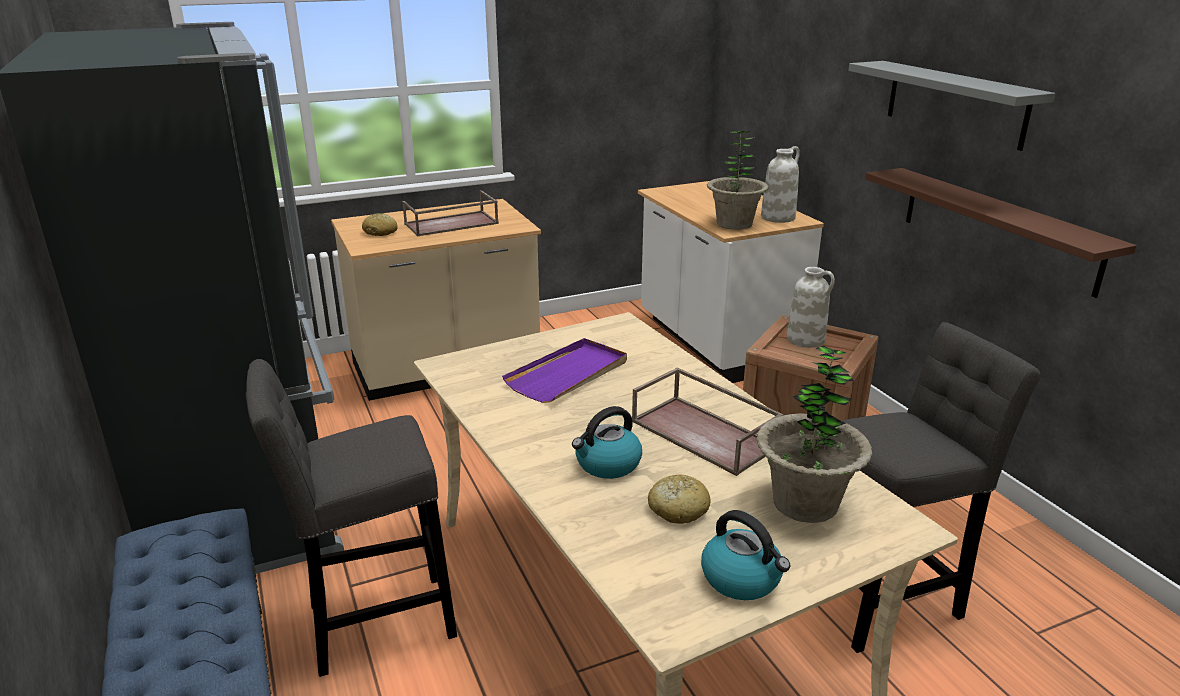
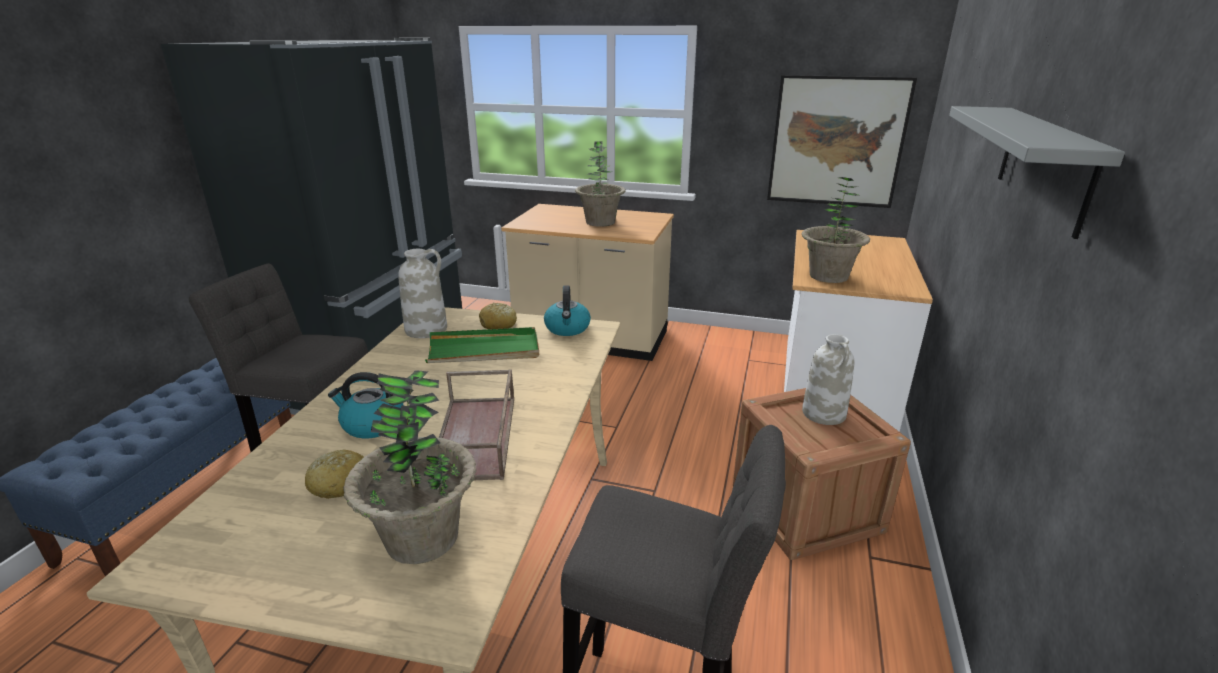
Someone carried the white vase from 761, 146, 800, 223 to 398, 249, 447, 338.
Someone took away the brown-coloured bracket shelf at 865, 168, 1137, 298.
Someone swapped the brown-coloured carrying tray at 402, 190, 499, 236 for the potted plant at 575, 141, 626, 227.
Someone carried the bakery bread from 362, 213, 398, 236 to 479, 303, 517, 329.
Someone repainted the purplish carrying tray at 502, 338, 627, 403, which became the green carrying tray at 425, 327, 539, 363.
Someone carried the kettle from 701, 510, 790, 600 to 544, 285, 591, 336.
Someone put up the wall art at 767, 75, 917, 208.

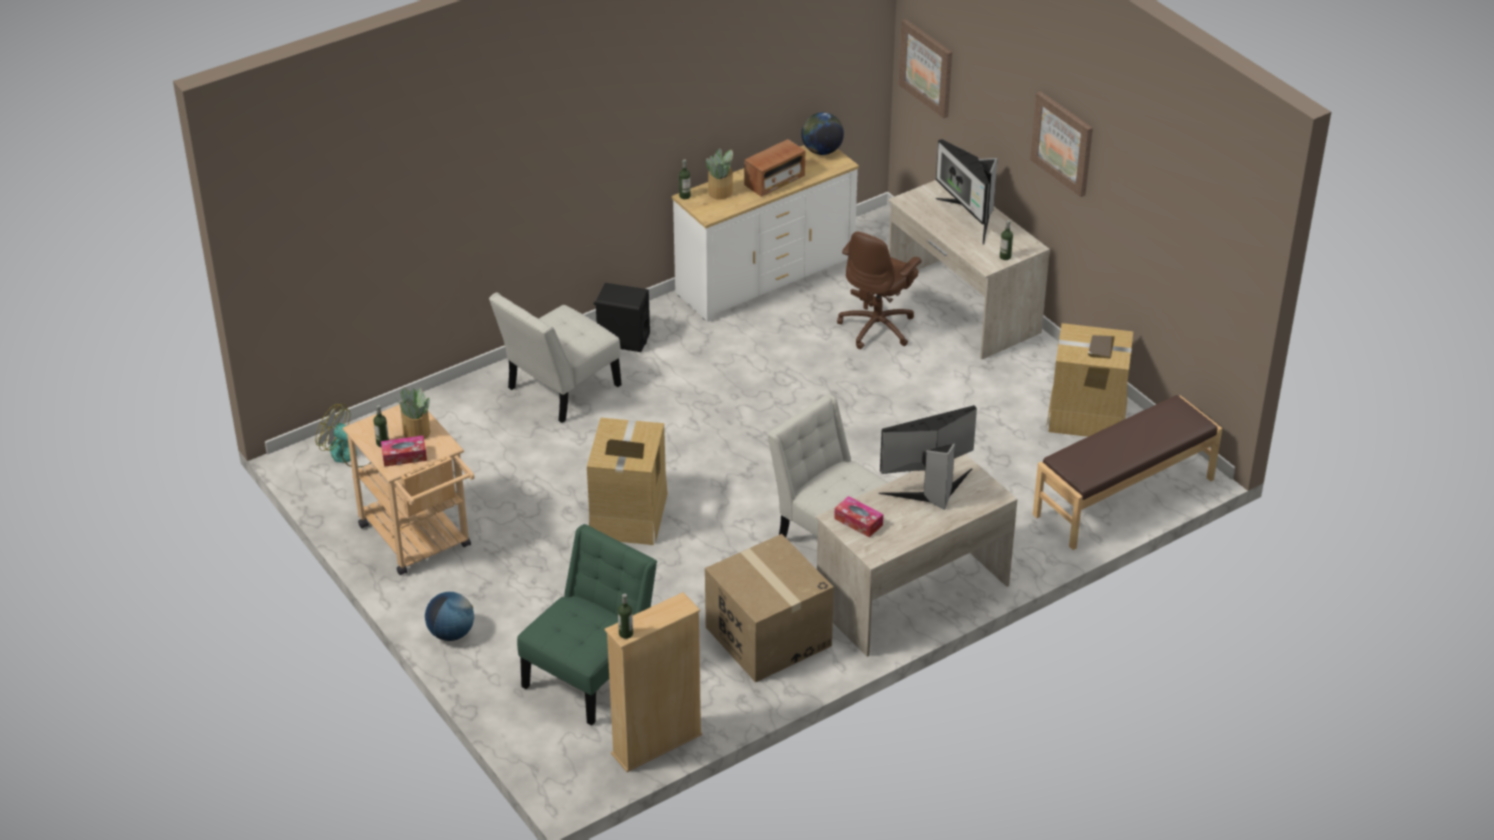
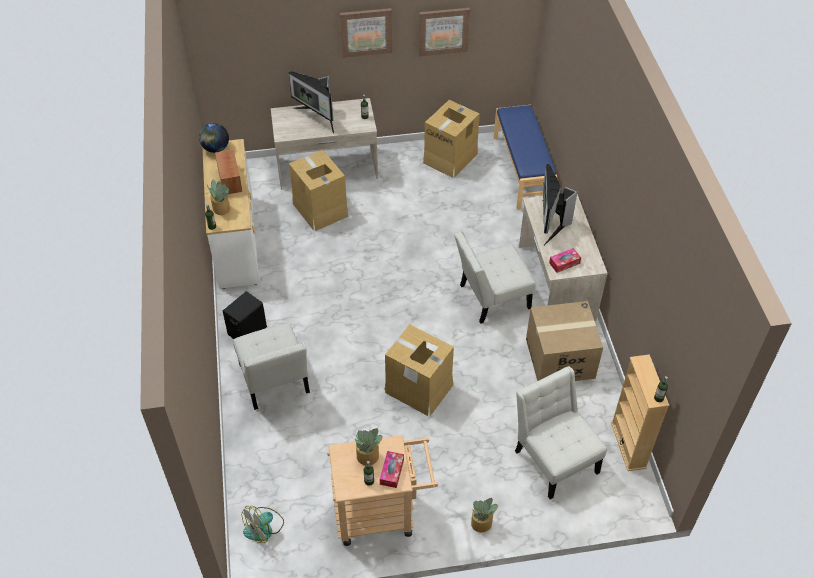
Someone carried the wall art from 899, 19, 952, 118 to 419, 8, 470, 57.
Someone rotated the monitor at 936, 139, 997, 245 by 45 degrees clockwise.
Someone swapped the brown-coloured desk chair at 837, 231, 922, 349 for the cardboard box at 289, 150, 348, 231.
Someone repainted the brown-coloured indoor bench at 1033, 395, 1222, 550, which became the bluish indoor bench at 494, 105, 557, 210.
Someone repainted the green upright chair at 517, 524, 657, 726, which became the white upright chair at 515, 366, 607, 499.
Someone swapped the globe at 425, 592, 474, 641 for the potted plant at 471, 498, 498, 533.

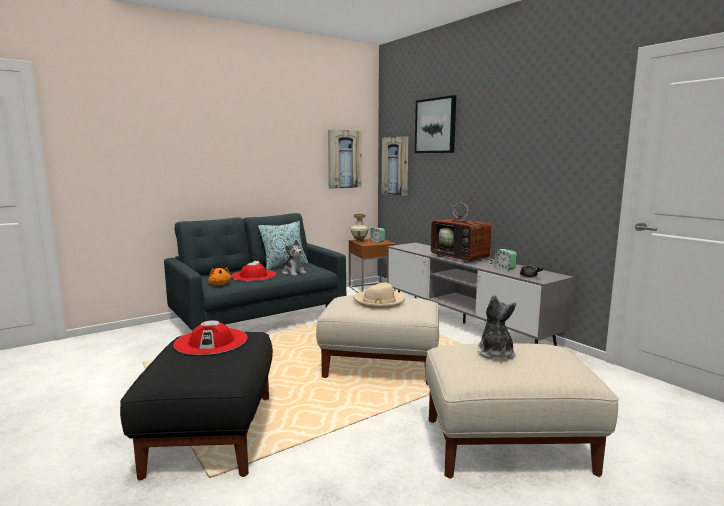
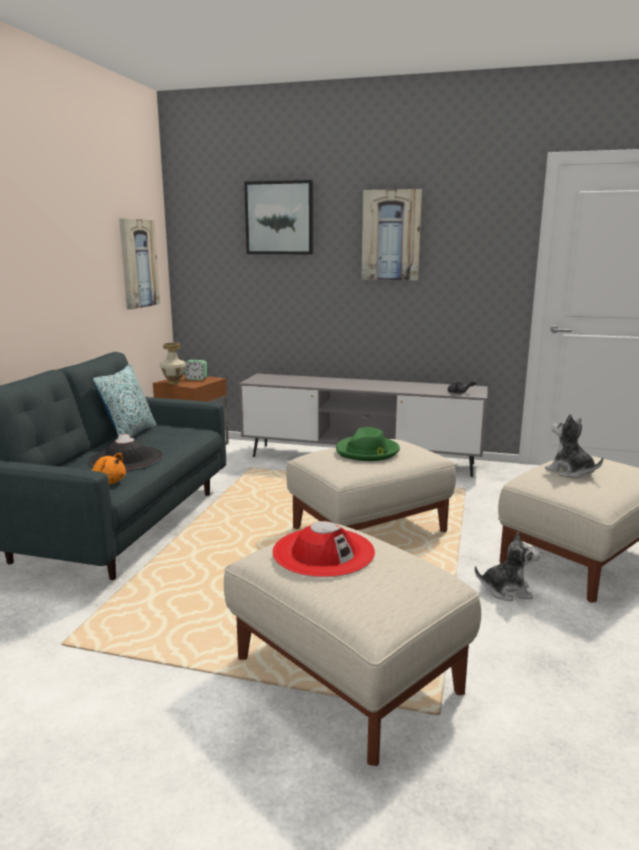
Someone carried the wall art from 382, 136, 408, 196 to 362, 189, 422, 280.
Someone took away the TV set at 431, 189, 493, 264.
Someone carried the plush toy from 282, 240, 306, 276 to 475, 532, 541, 601.
Someone took away the bedside clock at 494, 249, 517, 270.
Someone repainted the red-coloured hat at 230, 261, 276, 281, which became the blackish hat at 89, 434, 163, 470.
Someone repainted the beige hat at 353, 283, 405, 309, which became the green hat at 336, 427, 400, 461.
Someone repainted the blackish pouffe at 120, 332, 273, 481, which became the beige pouffe at 224, 524, 481, 766.

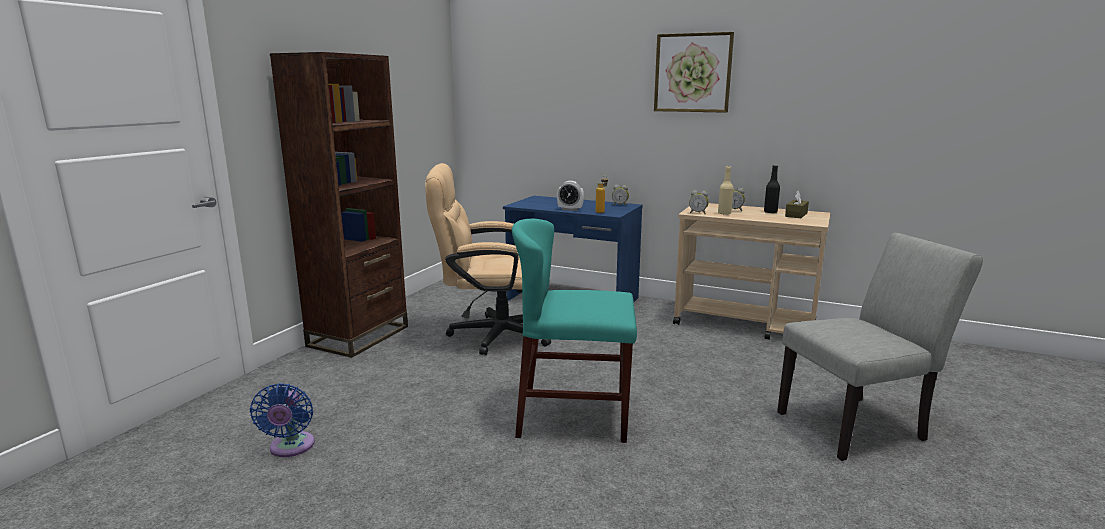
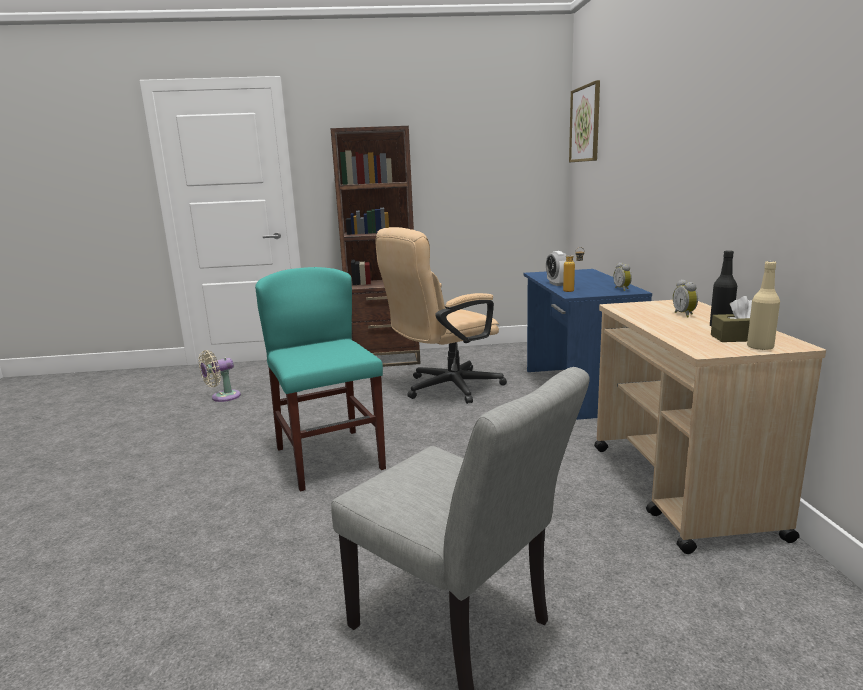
Someone carried the wall art from 654, 32, 734, 113 to 569, 80, 600, 162.
Someone rotated the beige desk chair at 425, 163, 551, 355 by 90 degrees counterclockwise.
Someone carried the beige bottle from 718, 166, 733, 215 to 747, 261, 780, 350.
Someone took away the bedside clock at 689, 190, 709, 214.
Someone repainted the bluish cooling fan at 250, 383, 315, 457, which became the beige cooling fan at 199, 350, 241, 402.

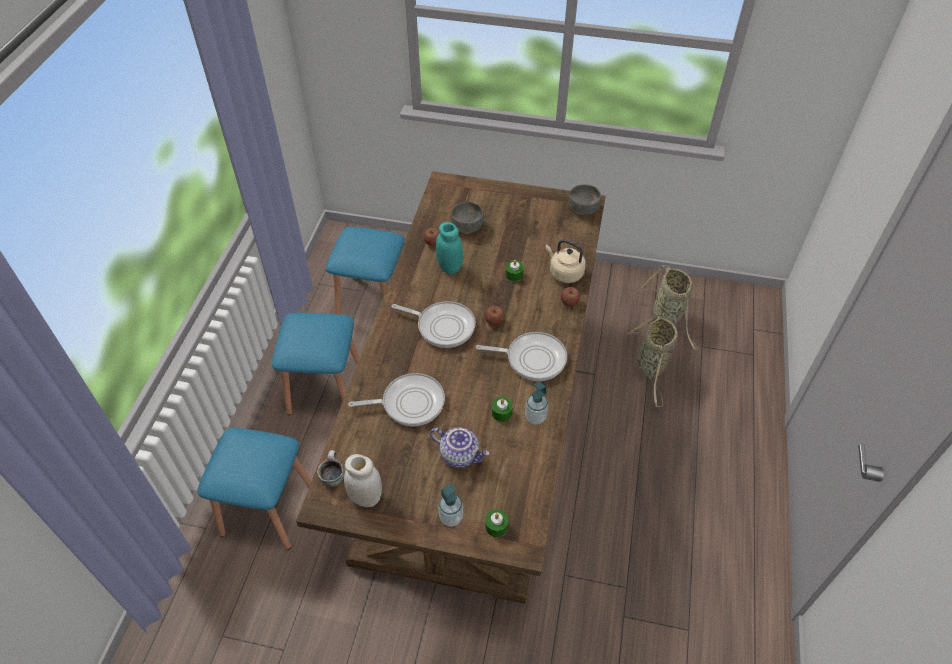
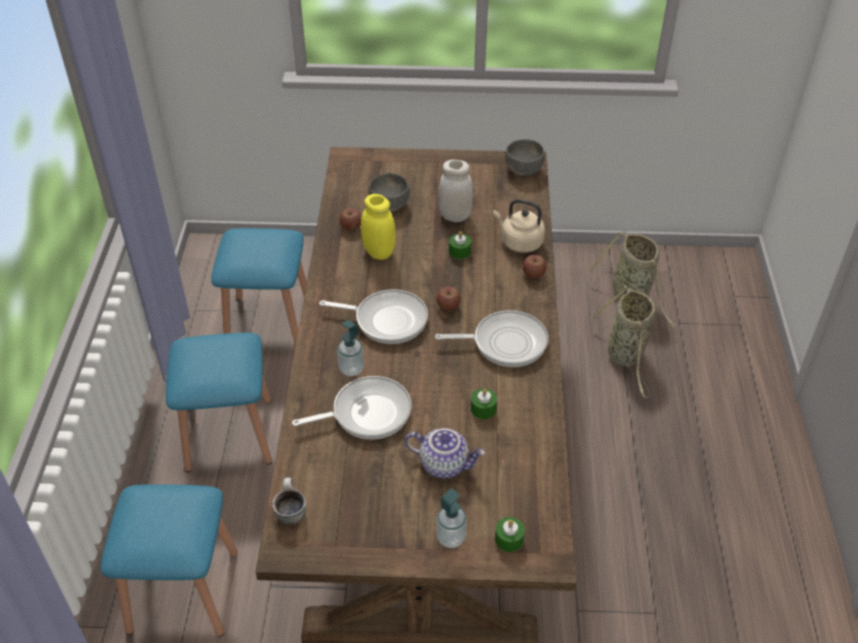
Someone repainted the blue-green storage jar at 436, 222, 463, 274, which became the yellow-coloured storage jar at 361, 194, 396, 260.
Someone carried the liquid soap bottle from 525, 381, 548, 424 to 337, 320, 364, 376.
Someone carried the white storage jar from 344, 454, 382, 507 to 438, 159, 473, 222.

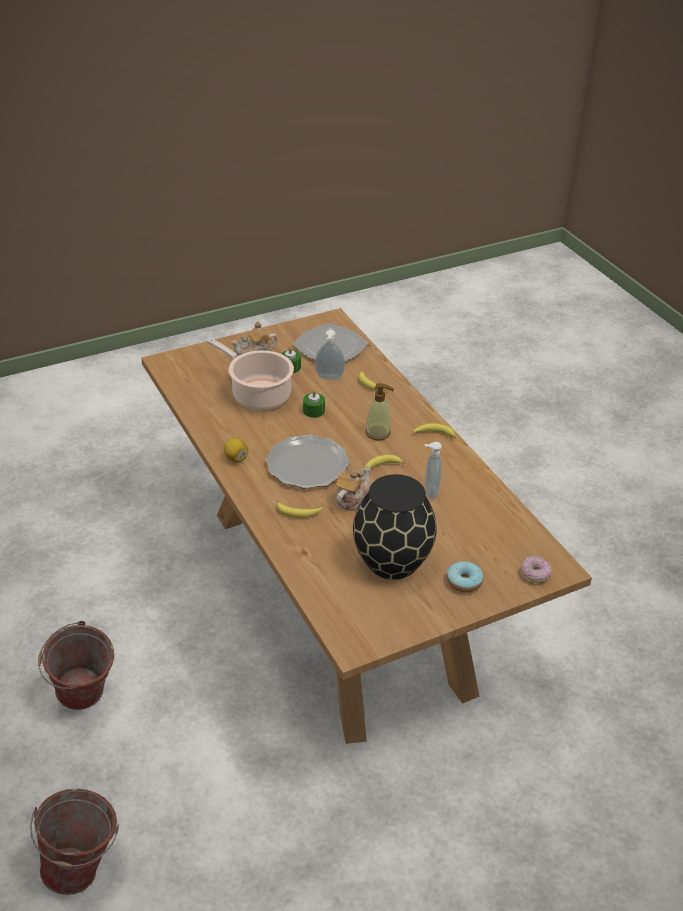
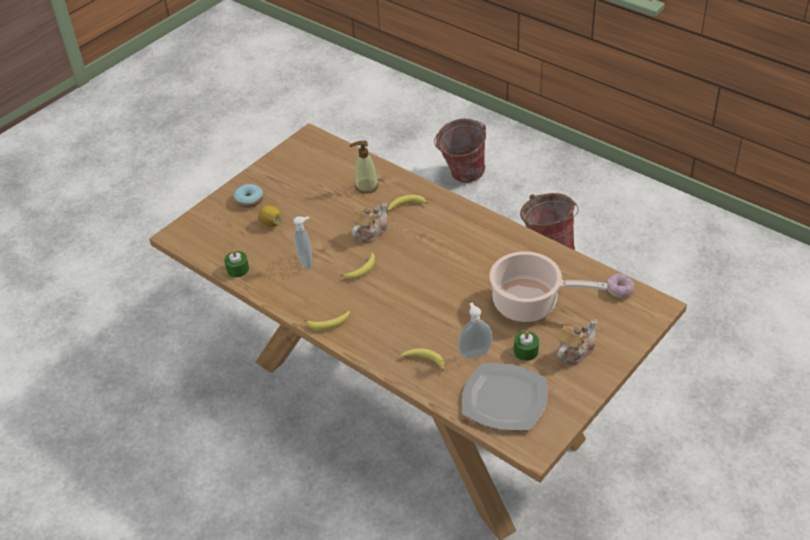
Someone carried the liquid soap bottle from 365, 383, 394, 441 to 350, 141, 378, 194.
Someone carried the green candle from 303, 390, 325, 418 to 224, 250, 249, 277.
Someone took away the plate at 266, 434, 350, 489.
Someone carried the citrus fruit from 224, 438, 248, 462 to 258, 205, 282, 227.
Someone rotated the pot for tea at 336, 466, 371, 511 by 150 degrees counterclockwise.
Someone took away the blackish vase at 353, 474, 437, 580.
Someone carried the ring doughnut from 520, 556, 552, 583 to 606, 273, 635, 298.

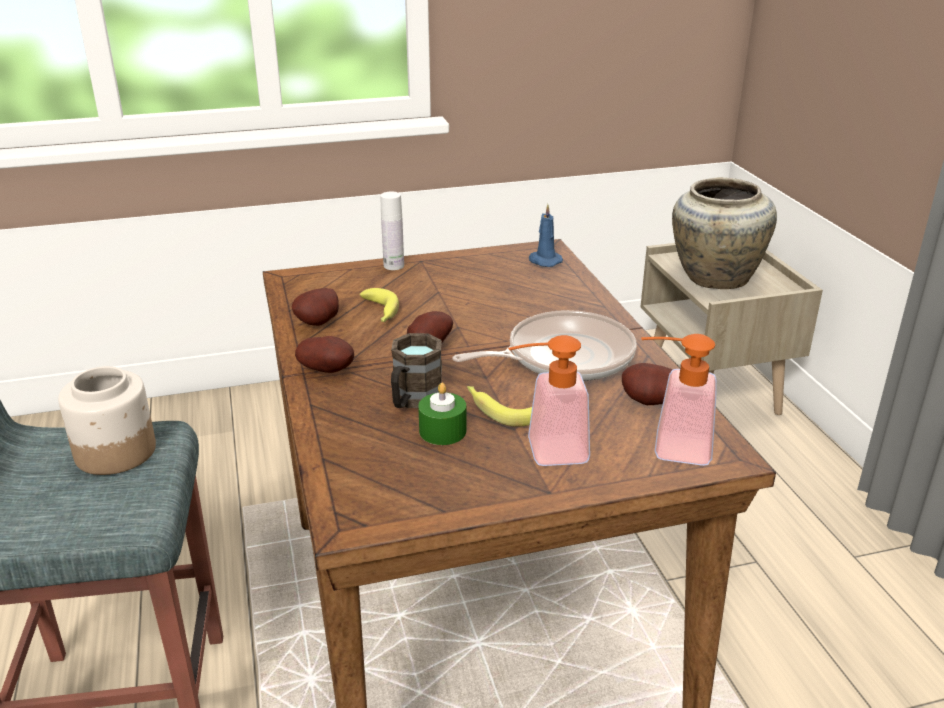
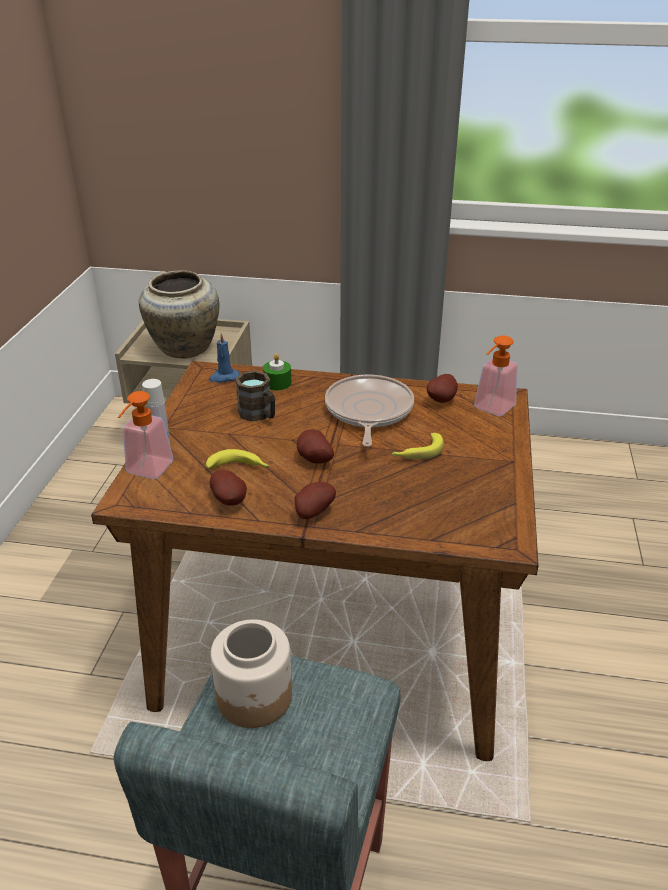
Someone carried the brown-coloured mug from 391, 333, 442, 408 to 235, 371, 275, 422.
Someone carried the liquid soap bottle from 508, 335, 590, 466 to 118, 391, 173, 479.
Someone carried the green candle from 418, 383, 466, 445 to 263, 353, 292, 391.

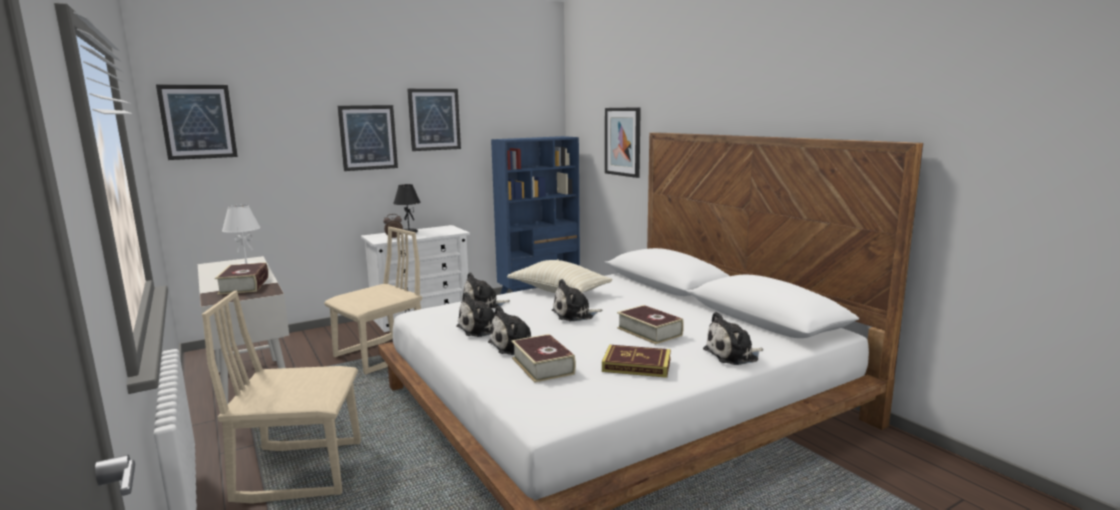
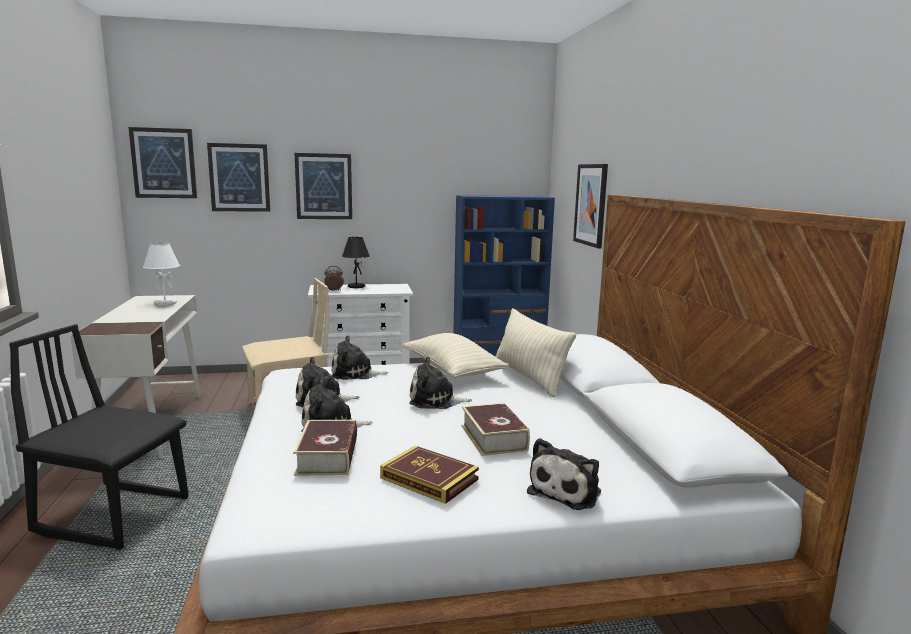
Someone carried the wall art from 407, 89, 461, 151 to 207, 143, 270, 212.
Someone took away the volume at 215, 262, 268, 295.
Someone repainted the beige upright chair at 202, 291, 361, 504, which became the blackish upright chair at 9, 324, 189, 550.
Someone rotated the plush toy at 703, 312, 763, 365 by 60 degrees counterclockwise.
Someone put down the beige pillow at 495, 308, 576, 397.

